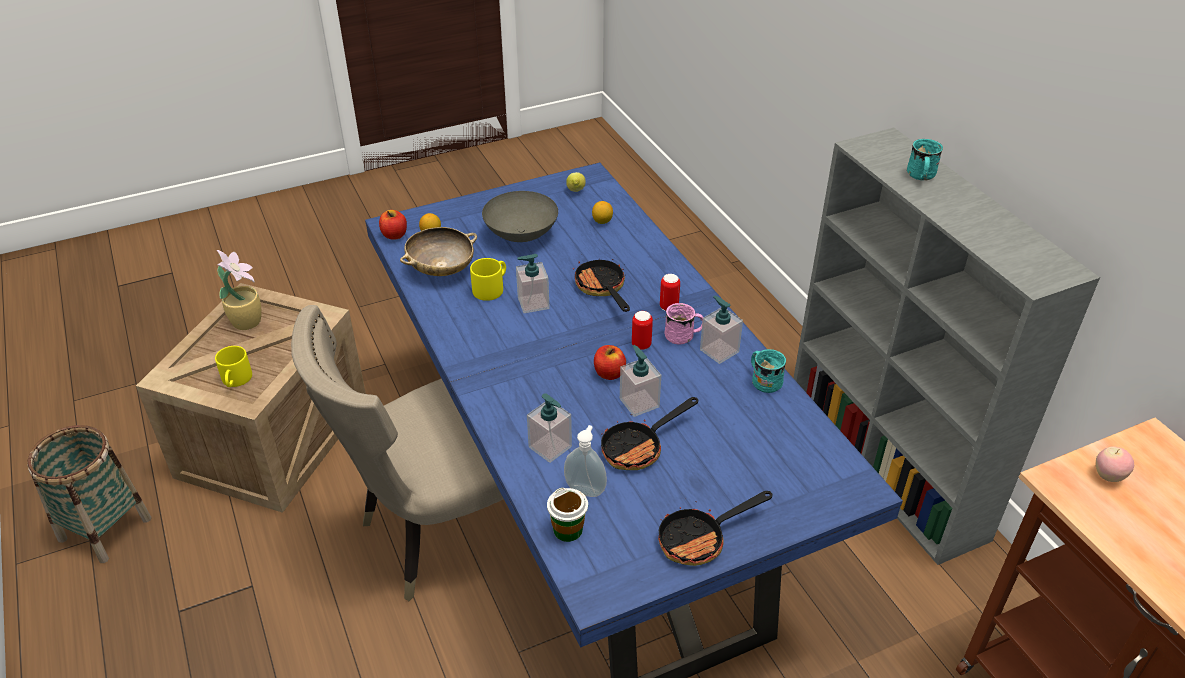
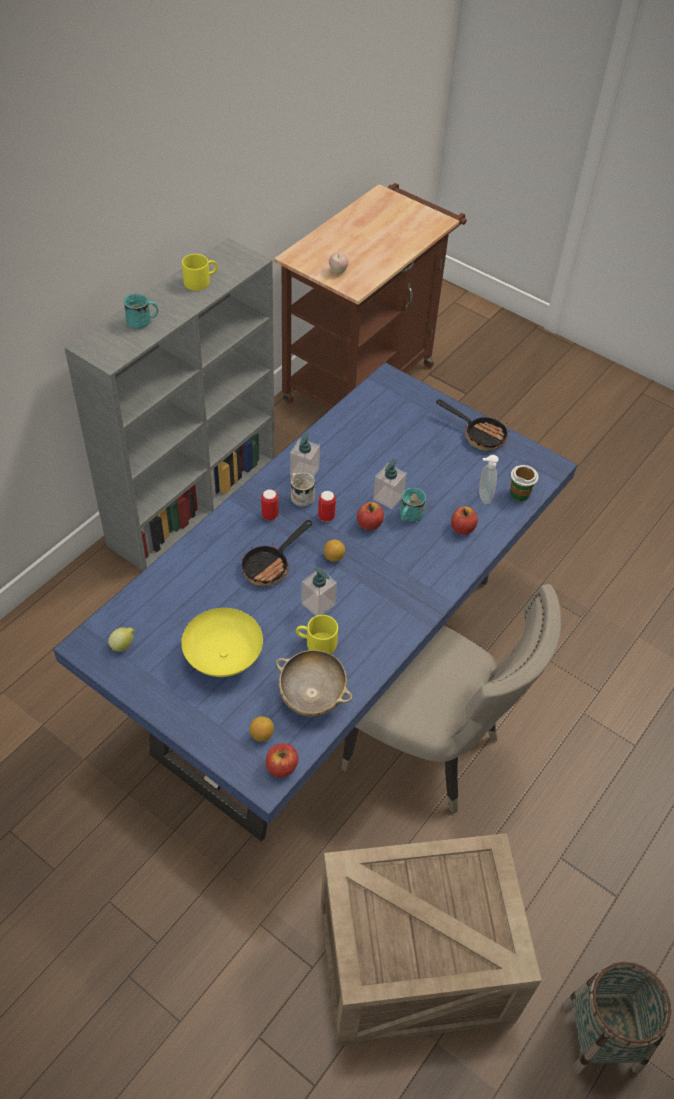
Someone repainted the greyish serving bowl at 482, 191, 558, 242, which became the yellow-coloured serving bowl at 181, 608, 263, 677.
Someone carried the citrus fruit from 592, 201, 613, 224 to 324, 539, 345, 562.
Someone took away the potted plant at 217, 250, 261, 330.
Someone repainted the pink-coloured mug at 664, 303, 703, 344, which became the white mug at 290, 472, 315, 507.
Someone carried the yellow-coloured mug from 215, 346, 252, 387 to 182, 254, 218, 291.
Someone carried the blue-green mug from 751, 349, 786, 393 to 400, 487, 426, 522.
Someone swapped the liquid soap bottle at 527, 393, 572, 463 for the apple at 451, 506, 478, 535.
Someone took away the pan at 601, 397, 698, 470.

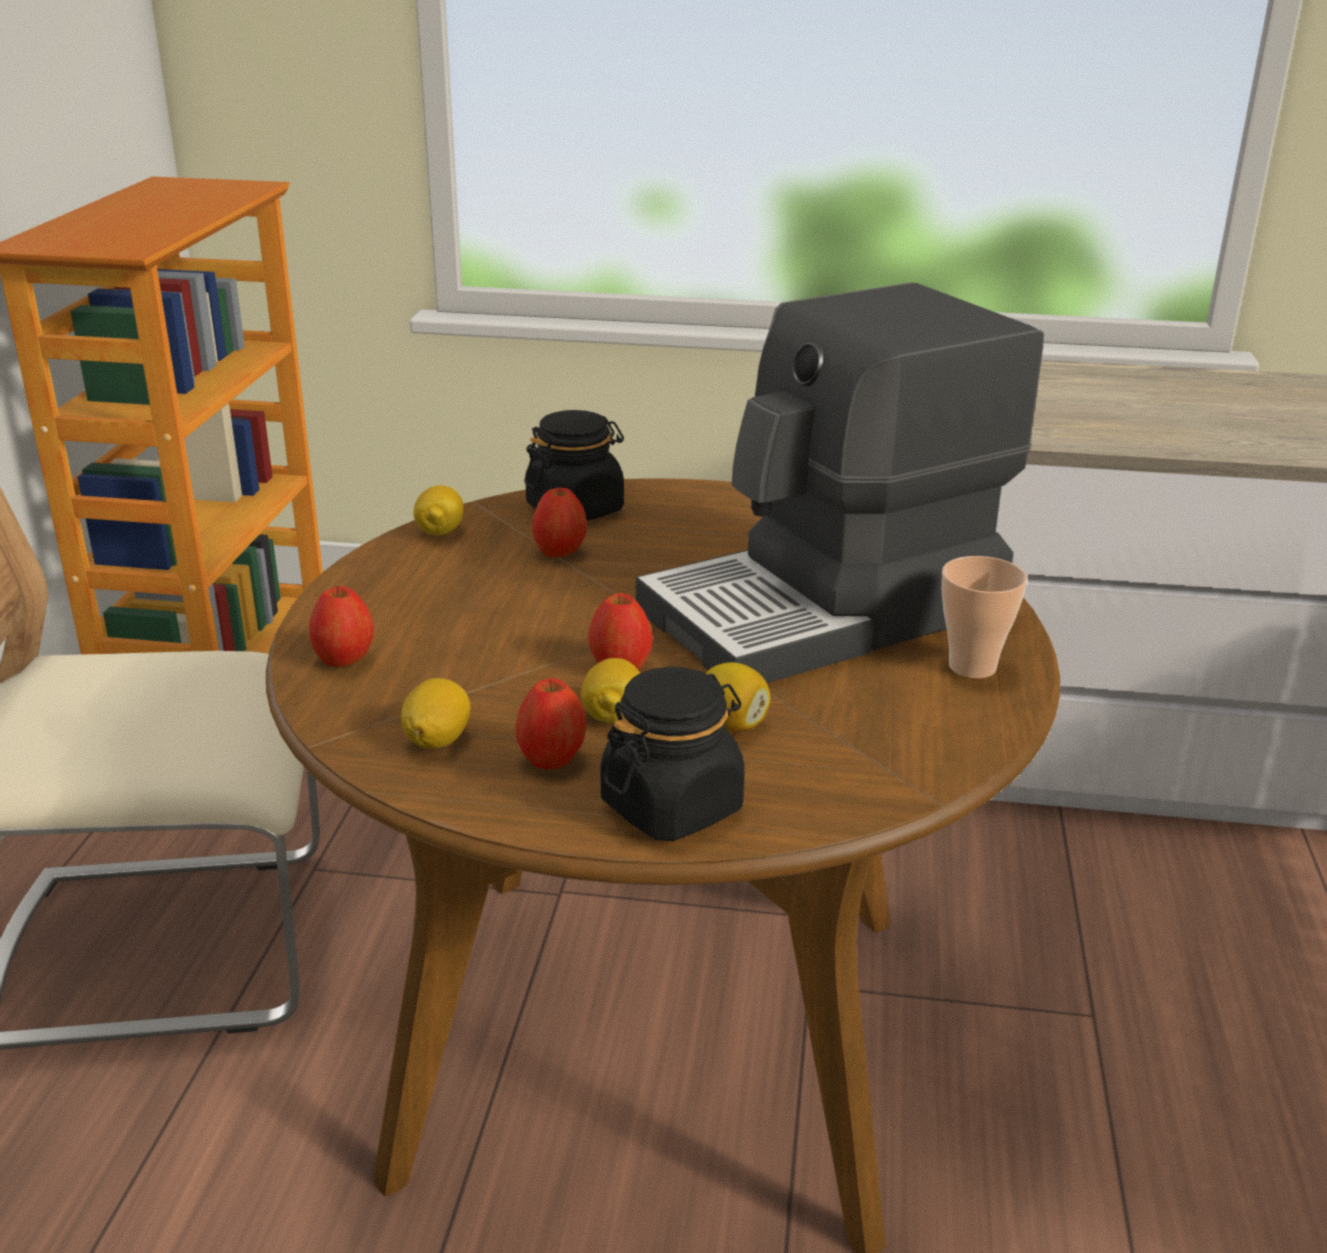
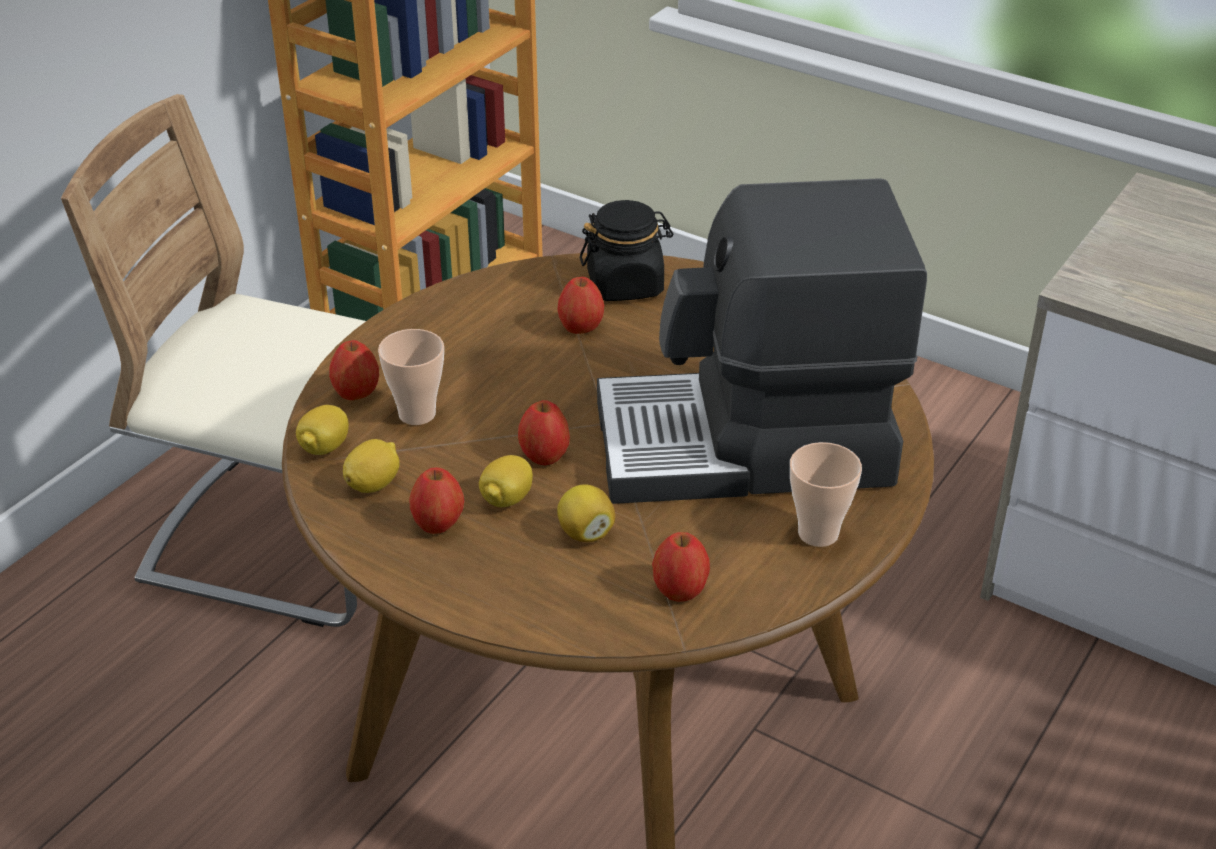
Someone carried the citrus fruit from 413, 485, 463, 535 to 296, 405, 349, 455.
Someone took away the blackish storage jar at 600, 667, 745, 841.
Someone put down the cup at 378, 329, 444, 425.
Someone put down the apple at 652, 532, 710, 602.

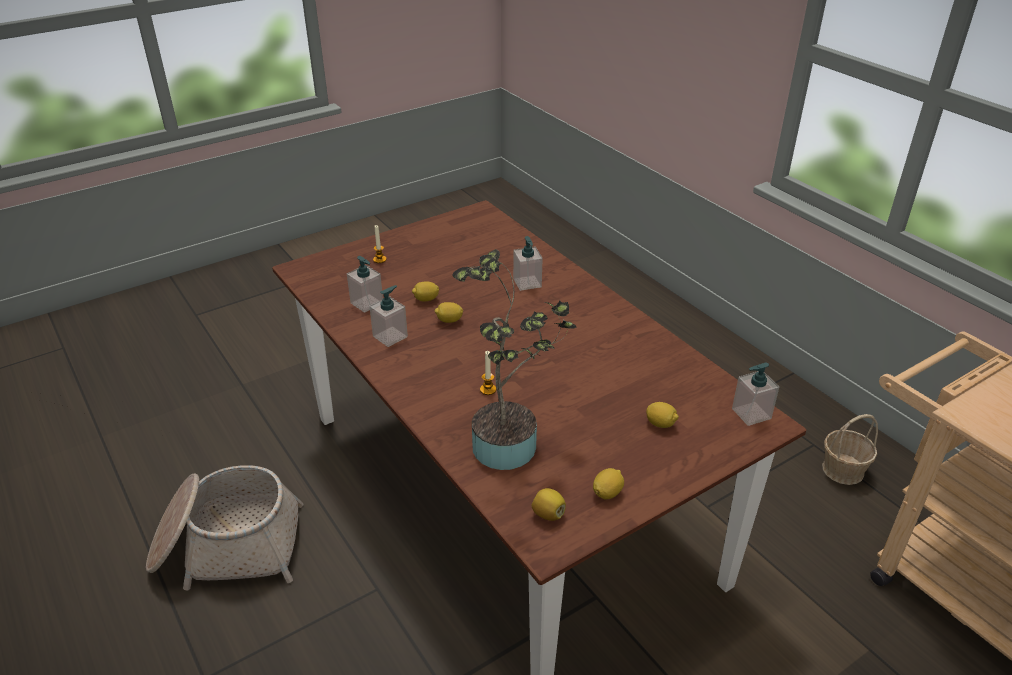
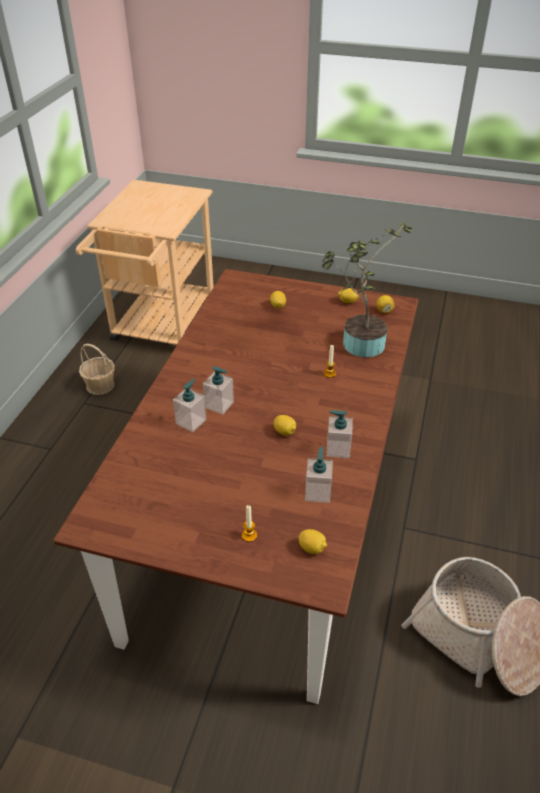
Someone carried the citrus fruit from 412, 282, 439, 302 to 299, 529, 327, 554.
Someone carried the liquid soap bottle from 732, 363, 779, 426 to 203, 366, 234, 414.

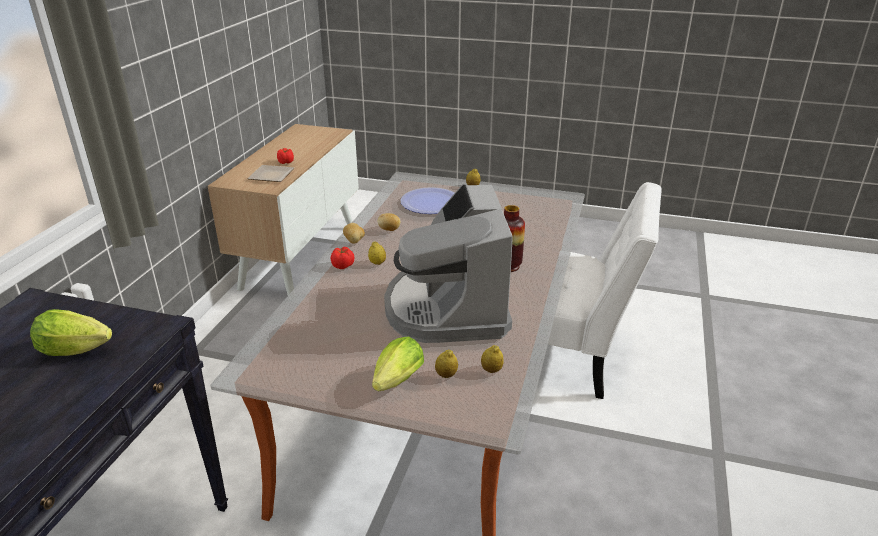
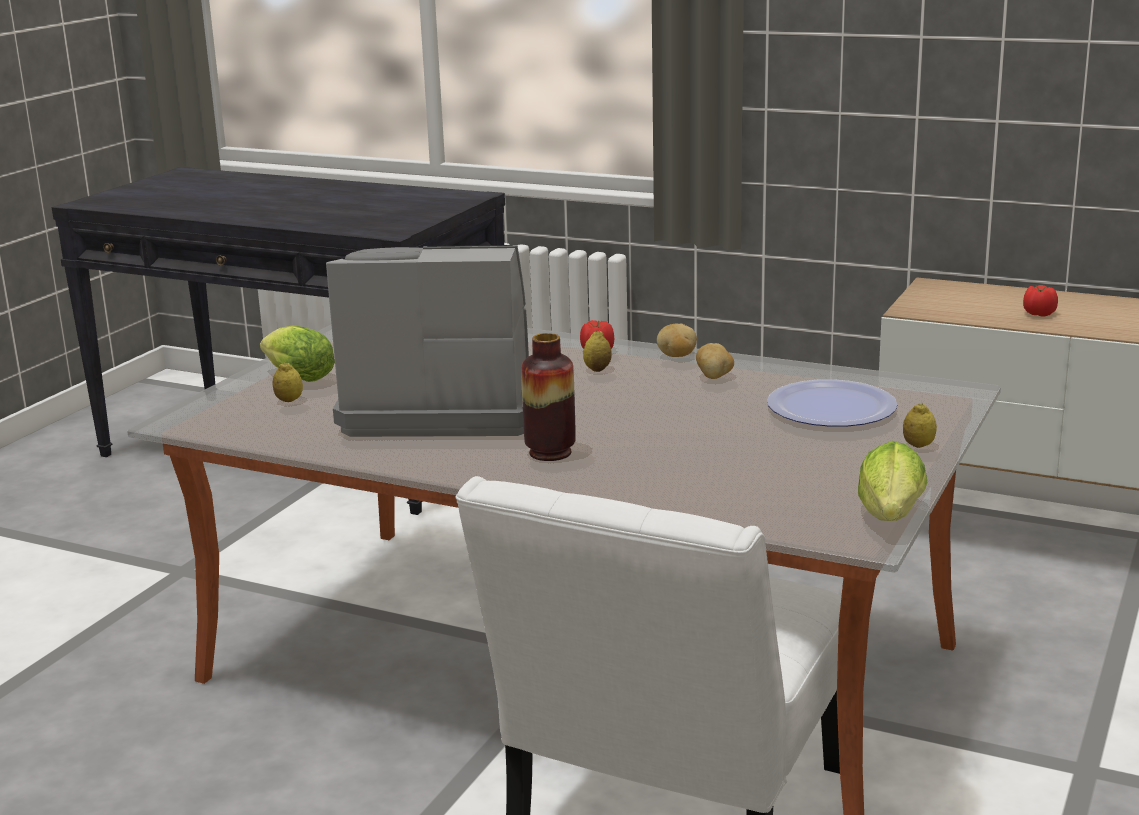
Someone took away the plate at 247, 165, 294, 182.
Someone carried the lettuce from 30, 309, 112, 356 to 858, 441, 927, 521.
Someone took away the citrus fruit at 481, 345, 504, 373.

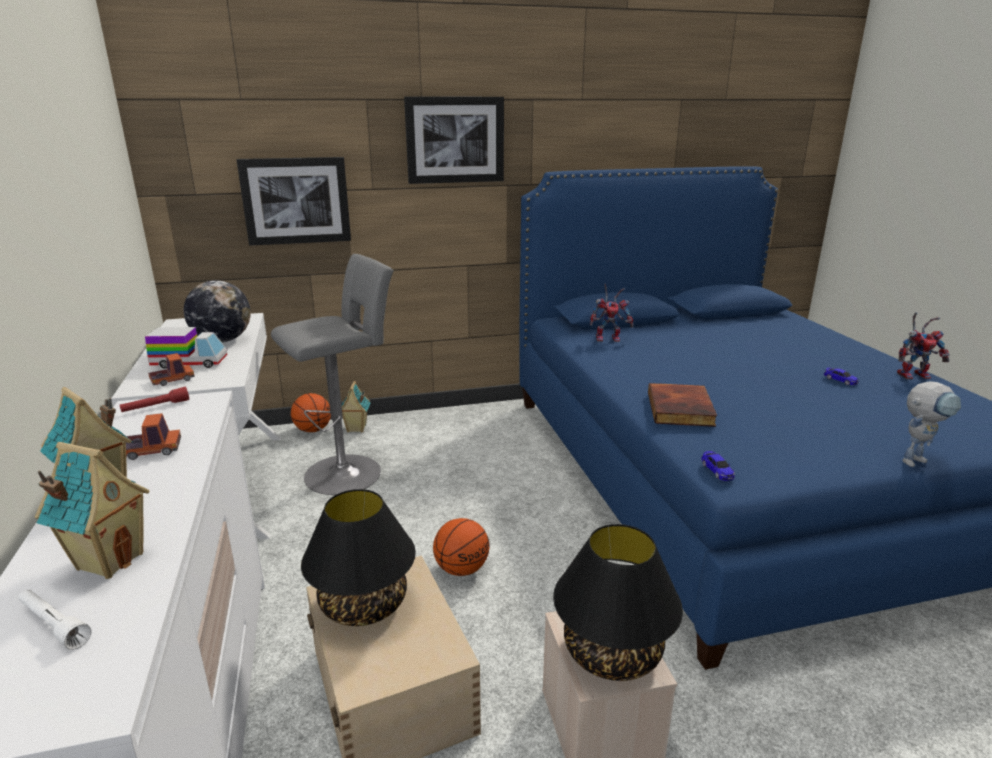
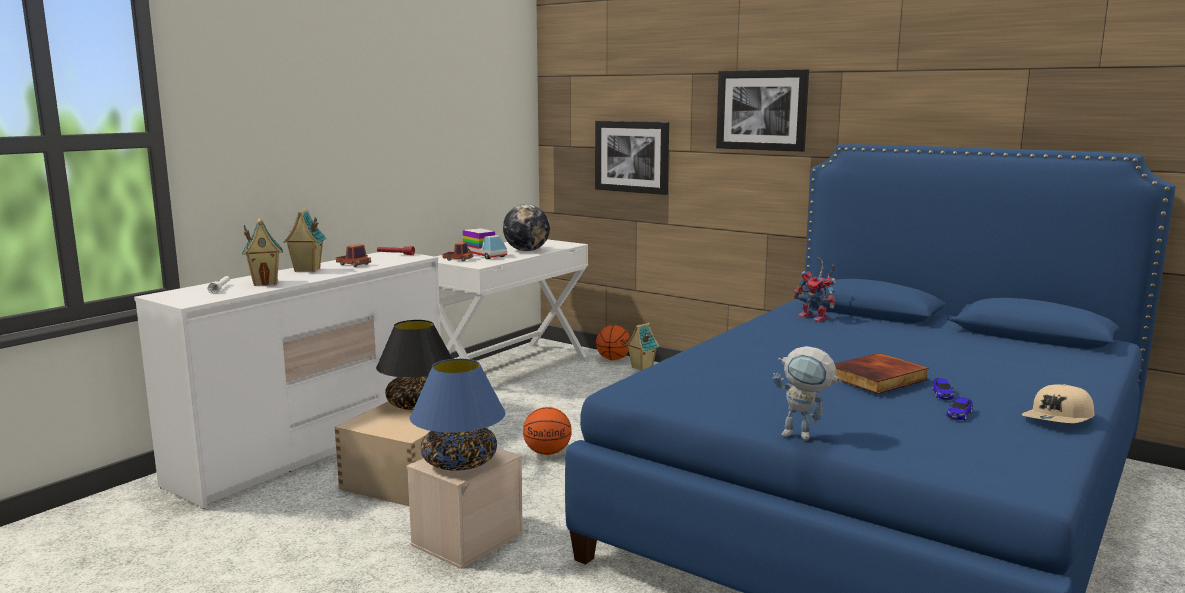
Someone took away the greyish sitting stool at 271, 254, 394, 495.
Someone swapped the robot figure at 897, 312, 950, 379 for the beige baseball cap at 1021, 384, 1094, 423.
Someone carried the volume from 648, 383, 717, 427 to 835, 353, 929, 394.
Someone carried the miniature car from 701, 451, 735, 481 to 946, 397, 973, 420.
Someone repainted the blackish lamp for a table at 553, 524, 683, 681, which became the bluish lamp for a table at 410, 359, 505, 471.

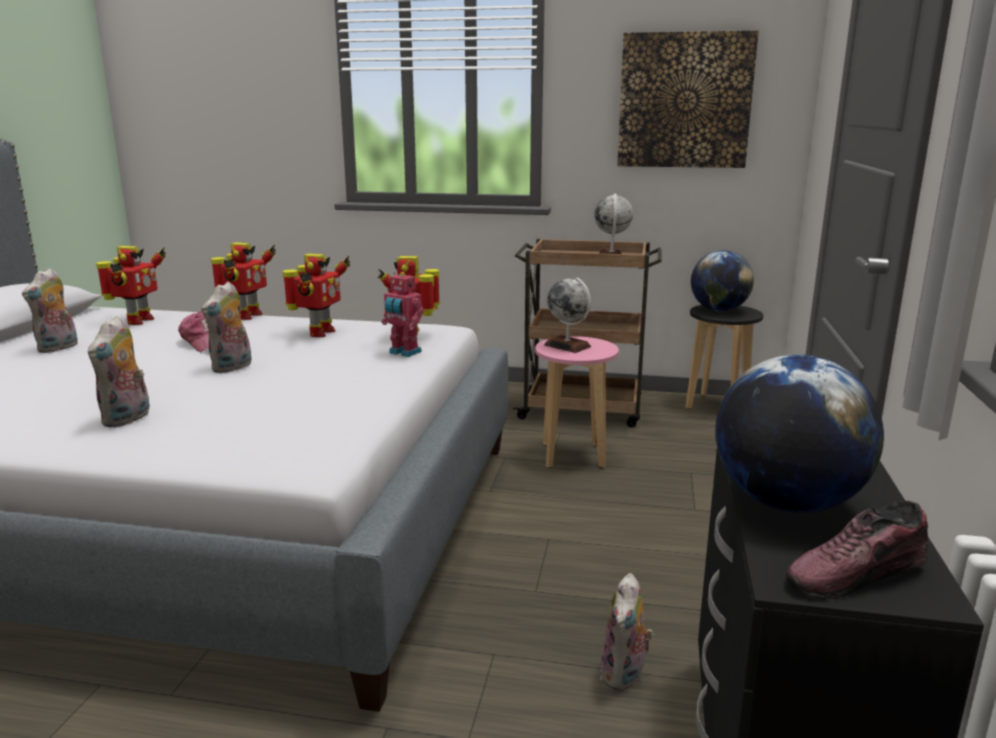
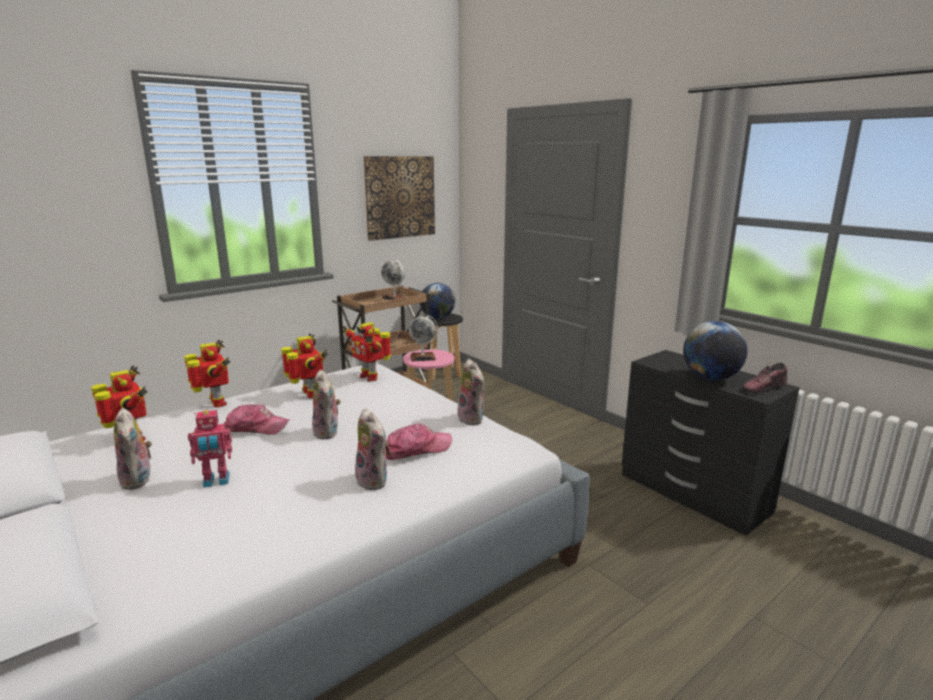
Someone carried the robot figure from 381, 272, 424, 357 to 188, 410, 232, 488.
Someone rotated the item of footwear at 785, 501, 929, 599 by 45 degrees clockwise.
Someone carried the plush toy from 600, 573, 654, 691 to 458, 359, 485, 425.
Someone put down the baseball cap at 385, 423, 452, 460.

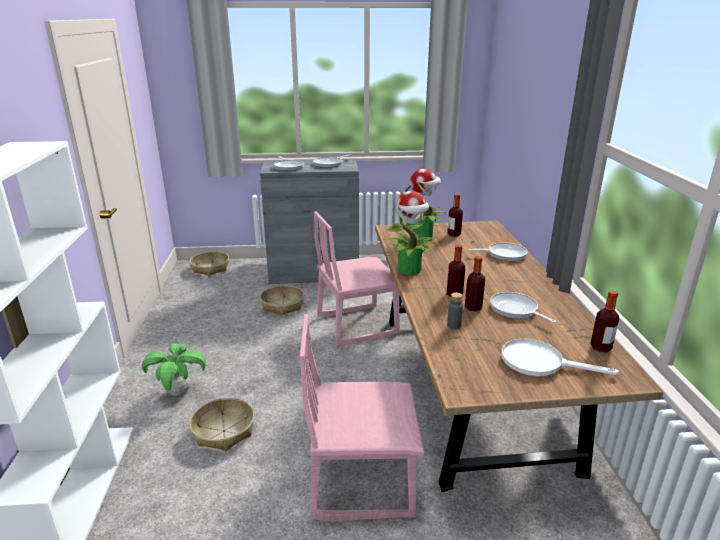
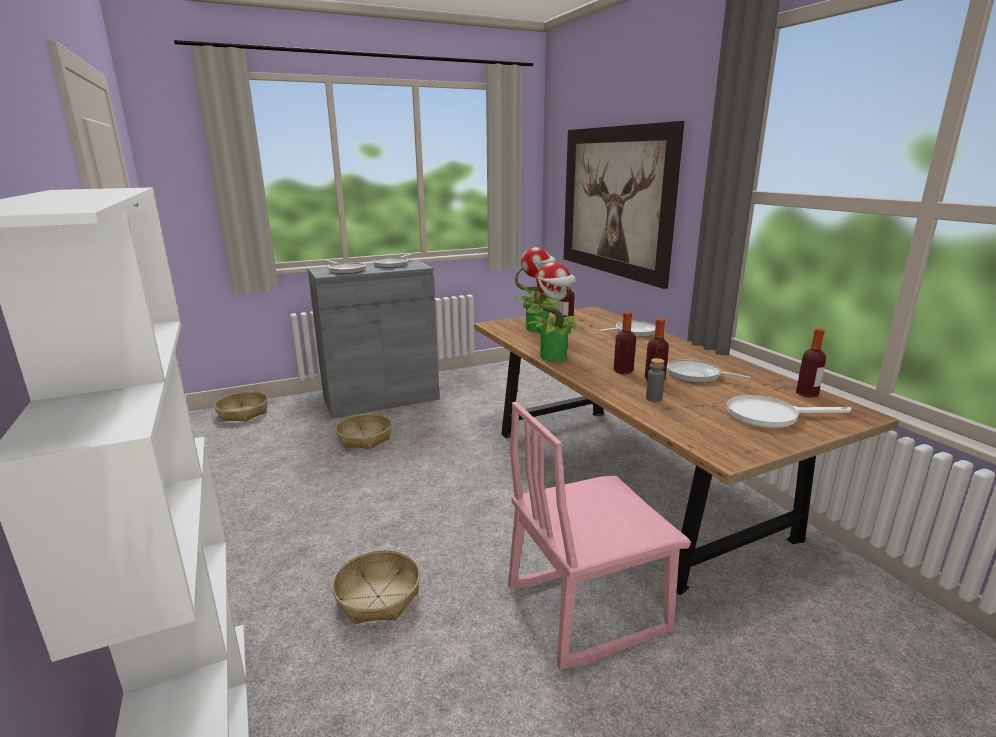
Someone took away the pink-coloured upright chair at 314, 211, 399, 346.
Someone took away the potted plant at 142, 343, 206, 396.
Someone put up the wall art at 564, 121, 684, 289.

